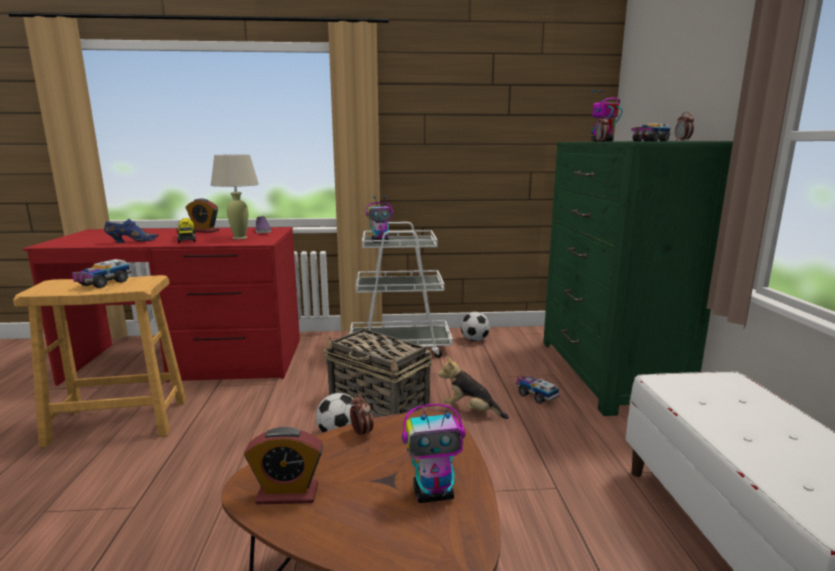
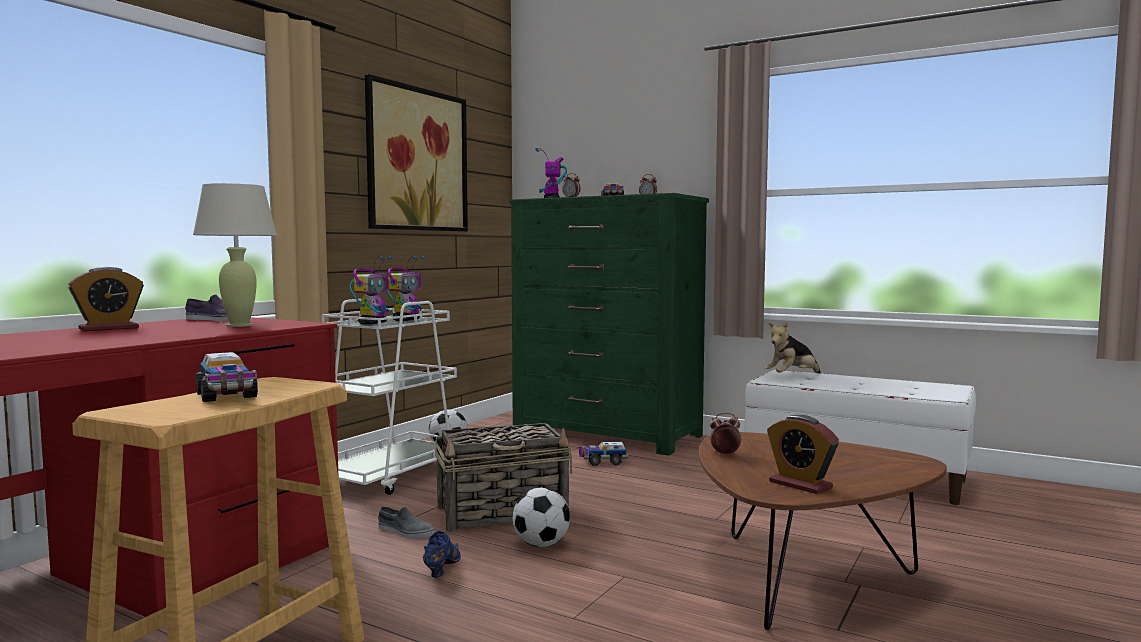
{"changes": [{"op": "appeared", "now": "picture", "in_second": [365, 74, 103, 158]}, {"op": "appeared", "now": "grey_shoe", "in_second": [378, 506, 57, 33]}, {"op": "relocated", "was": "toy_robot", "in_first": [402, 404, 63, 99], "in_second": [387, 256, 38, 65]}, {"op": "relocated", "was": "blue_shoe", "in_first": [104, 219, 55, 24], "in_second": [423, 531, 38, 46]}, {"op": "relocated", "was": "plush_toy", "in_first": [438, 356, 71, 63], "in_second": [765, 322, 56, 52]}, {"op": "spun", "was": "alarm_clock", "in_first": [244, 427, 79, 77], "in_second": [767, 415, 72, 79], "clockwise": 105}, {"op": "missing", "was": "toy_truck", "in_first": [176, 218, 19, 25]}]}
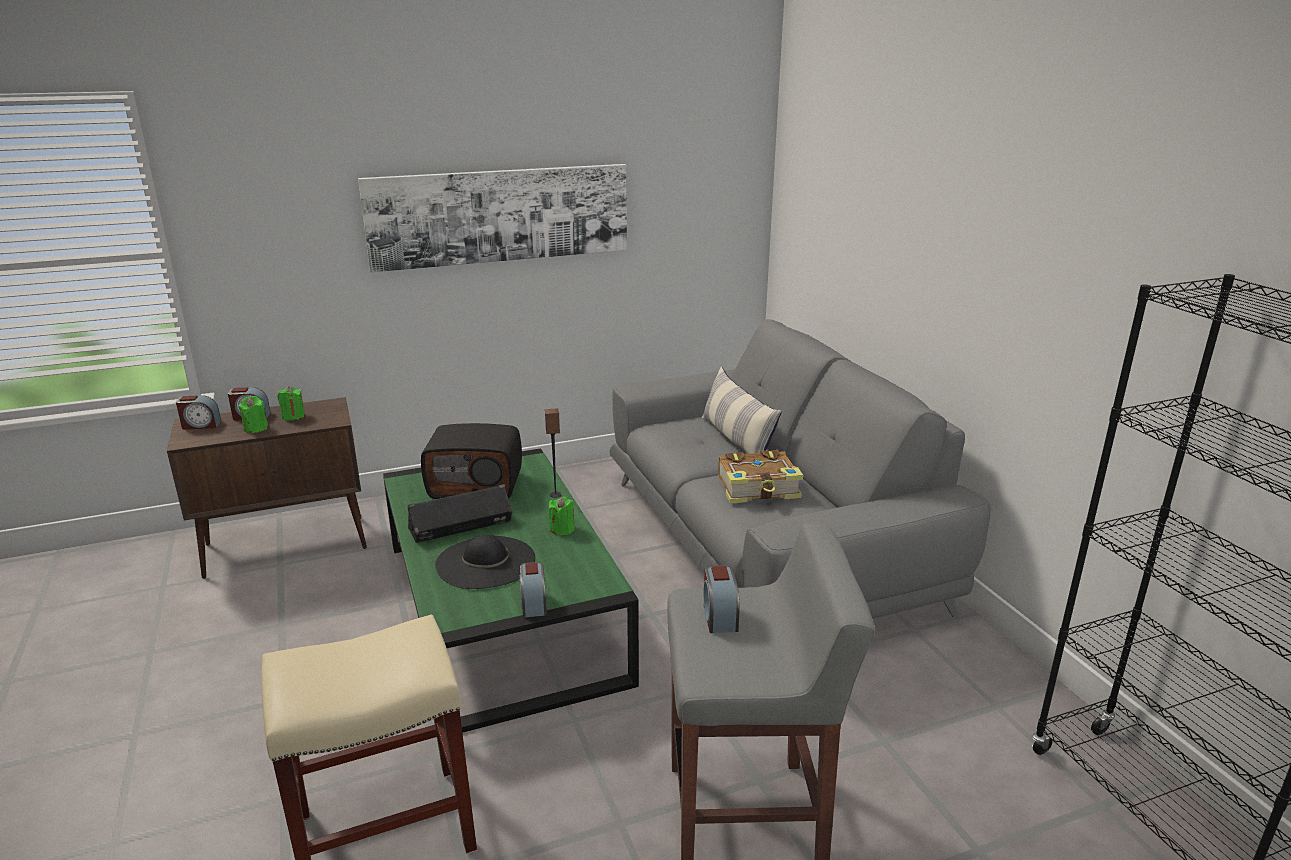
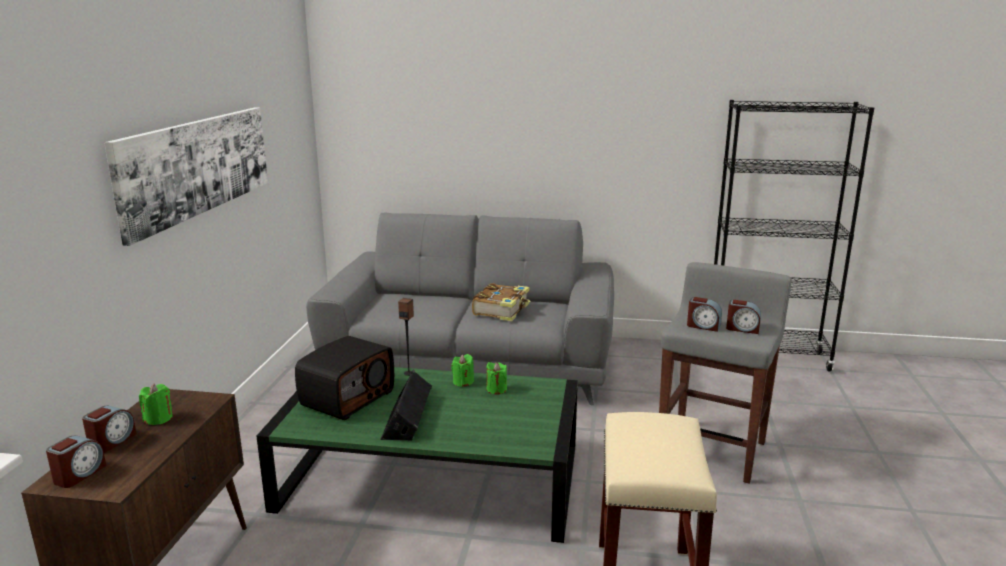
{"changes": [{"op": "relocated", "was": "green_candle", "in_first": [238, 396, 30, 37], "in_second": [486, 362, 21, 32]}, {"op": "relocated", "was": "alarm_clock", "in_first": [520, 562, 27, 56], "in_second": [726, 300, 35, 34]}, {"op": "missing", "was": "black_hat", "in_first": [435, 535, 100, 54]}, {"op": "missing", "was": "pillow", "in_first": [702, 367, 80, 87]}]}
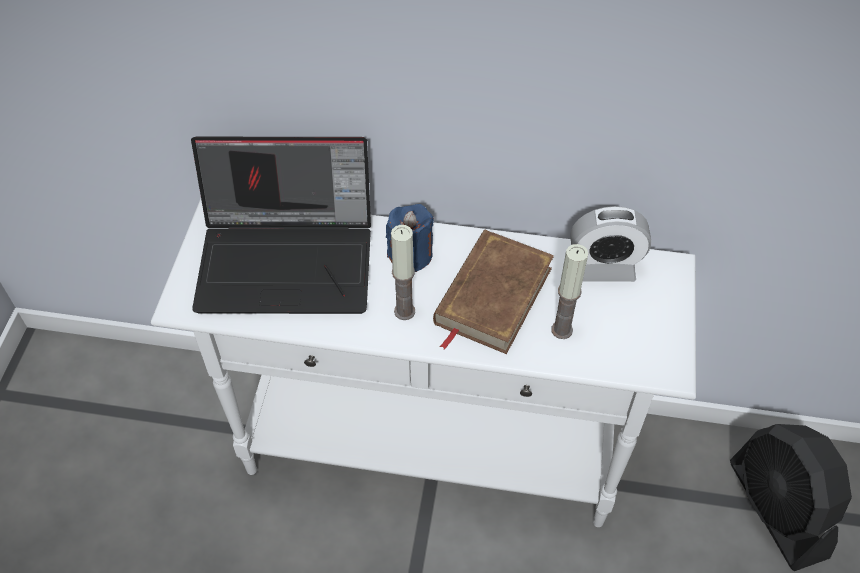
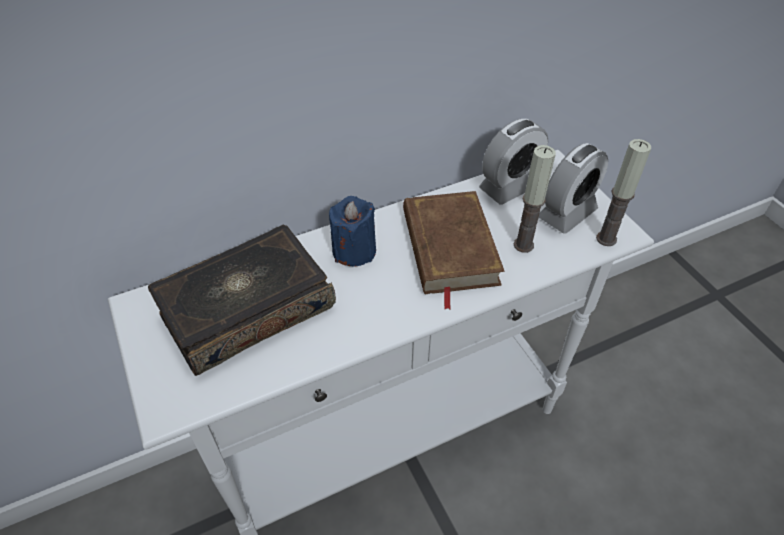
{"changes": [{"op": "exchanged", "was": "laptop", "now": "book", "in_first": [191, 137, 180, 177], "in_second": [148, 225, 188, 151]}, {"op": "appeared", "now": "alarm_clock", "in_second": [539, 143, 69, 91]}, {"op": "relocated", "was": "candle", "in_first": [391, 225, 24, 95], "in_second": [596, 139, 55, 107]}, {"op": "missing", "was": "black_fan", "in_first": [730, 424, 122, 147]}]}
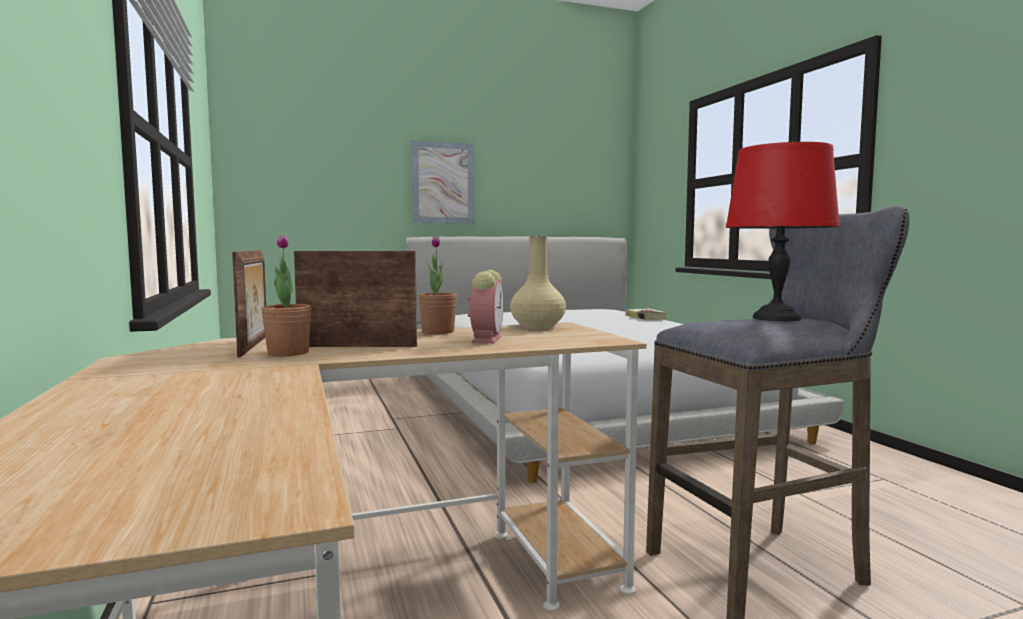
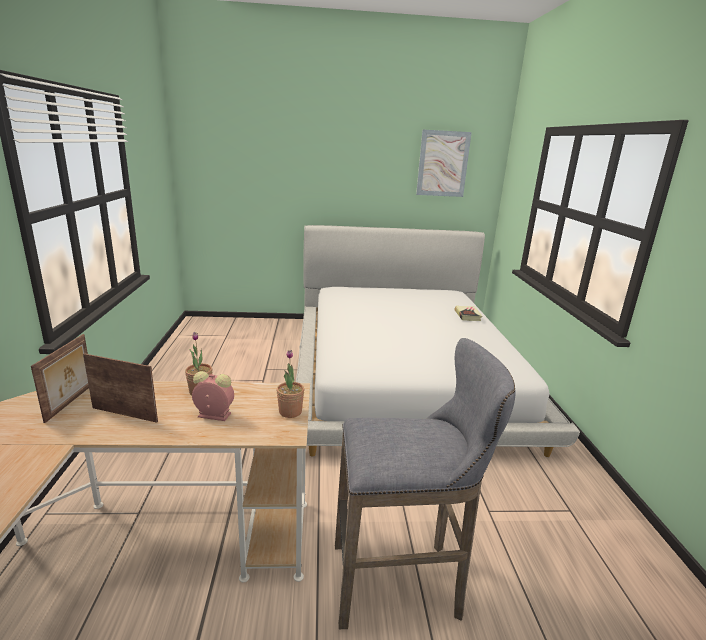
{"changes": [{"op": "spun", "was": "alarm_clock", "in_first": [468, 270, 35, 74], "in_second": [192, 371, 42, 50], "clockwise": -105}, {"op": "relocated", "was": "potted_plant", "in_first": [261, 235, 50, 121], "in_second": [277, 350, 27, 68]}, {"op": "relocated", "was": "picture", "in_first": [411, 141, 63, 83], "in_second": [416, 130, 56, 67]}, {"op": "missing", "was": "beige_vase", "in_first": [510, 236, 56, 93]}, {"op": "missing", "was": "red_table_lamp", "in_first": [726, 142, 114, 179]}]}
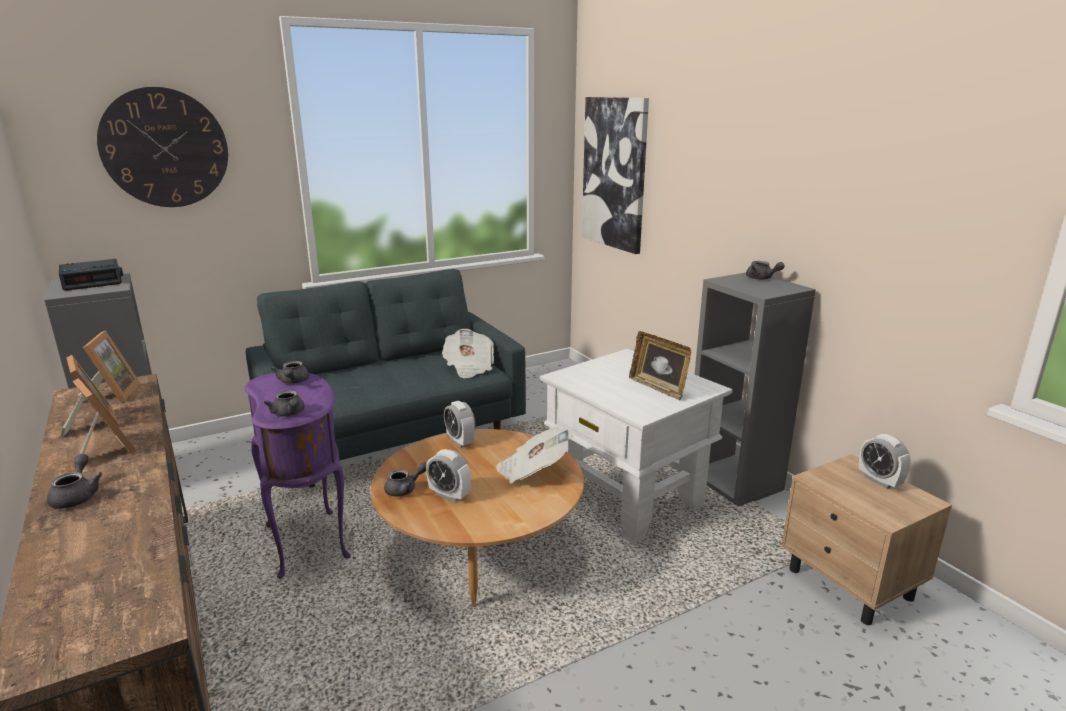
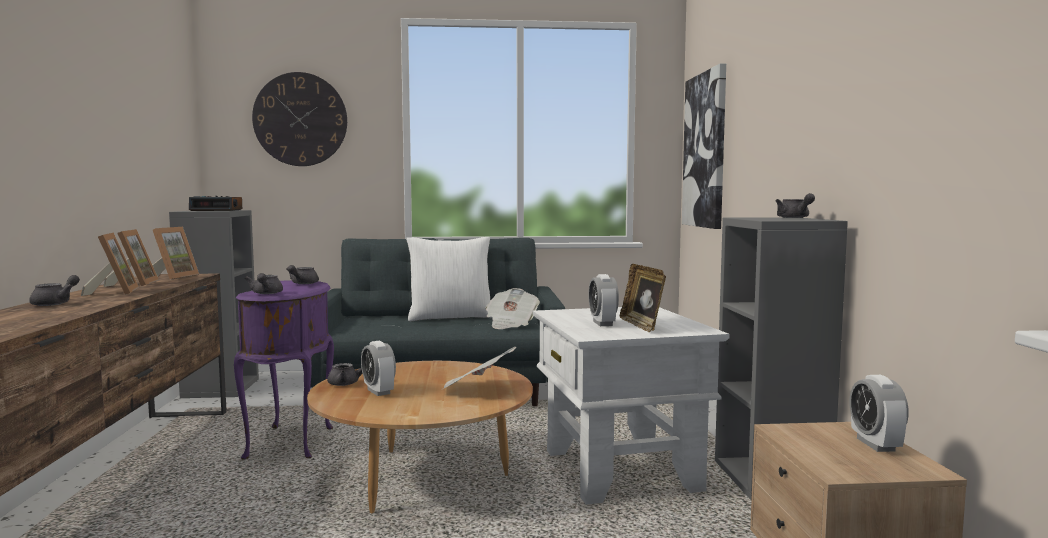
{"changes": [{"op": "appeared", "now": "white_pillow", "in_second": [406, 236, 86, 85]}, {"op": "relocated", "was": "alarm_clock", "in_first": [444, 401, 31, 47], "in_second": [588, 274, 31, 52]}]}
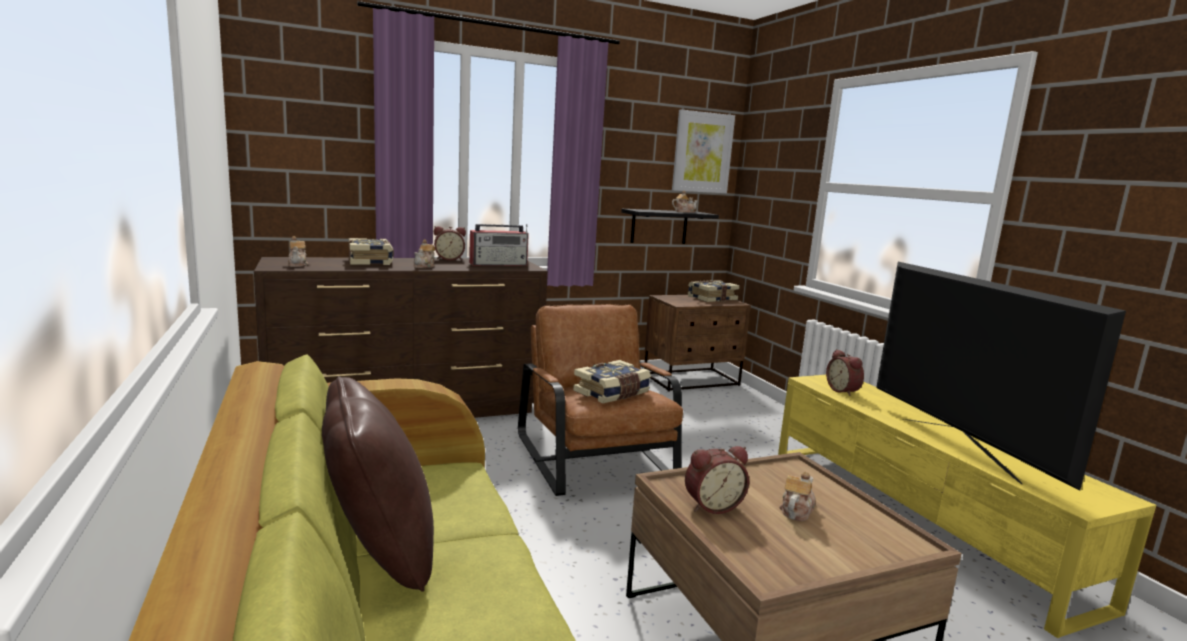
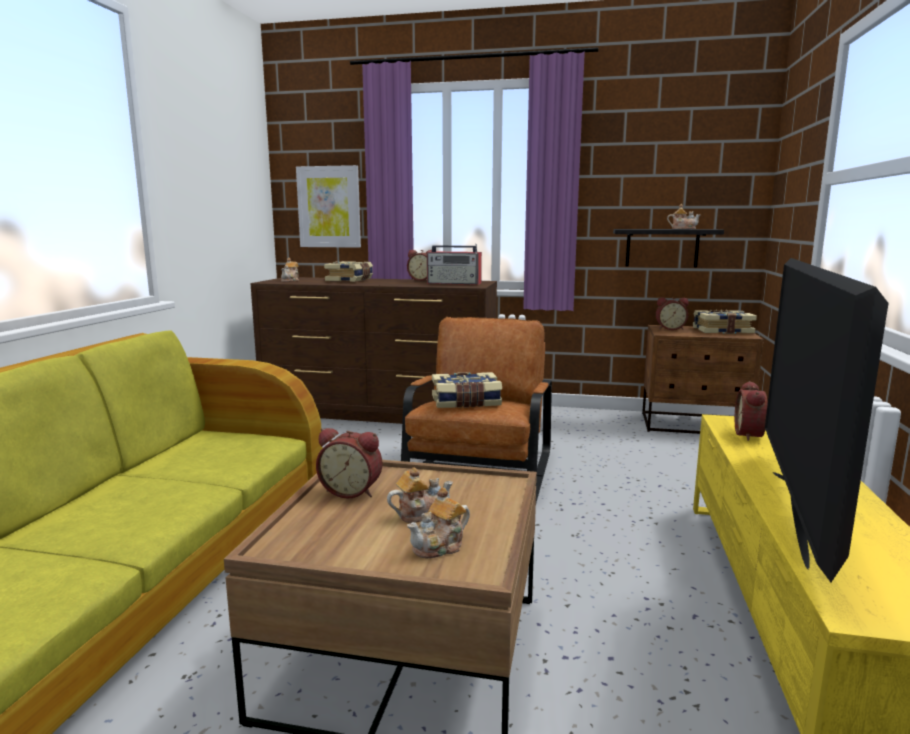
{"changes": [{"op": "relocated", "was": "picture", "in_first": [672, 109, 63, 84], "in_second": [296, 165, 65, 83]}, {"op": "relocated", "was": "teapot", "in_first": [414, 239, 21, 29], "in_second": [407, 487, 63, 71]}, {"op": "appeared", "now": "alarm_clock", "in_second": [656, 297, 33, 33]}, {"op": "missing", "was": "brown_pillow", "in_first": [322, 376, 112, 216]}]}
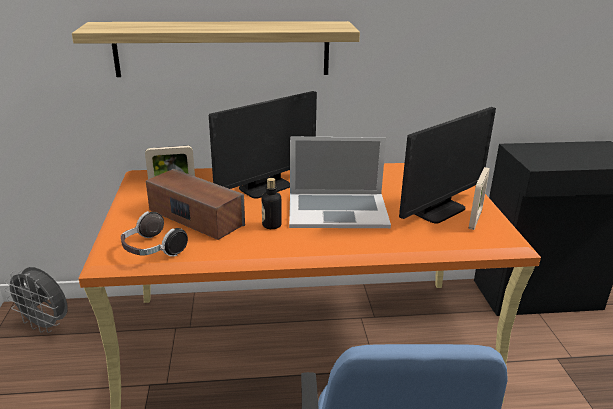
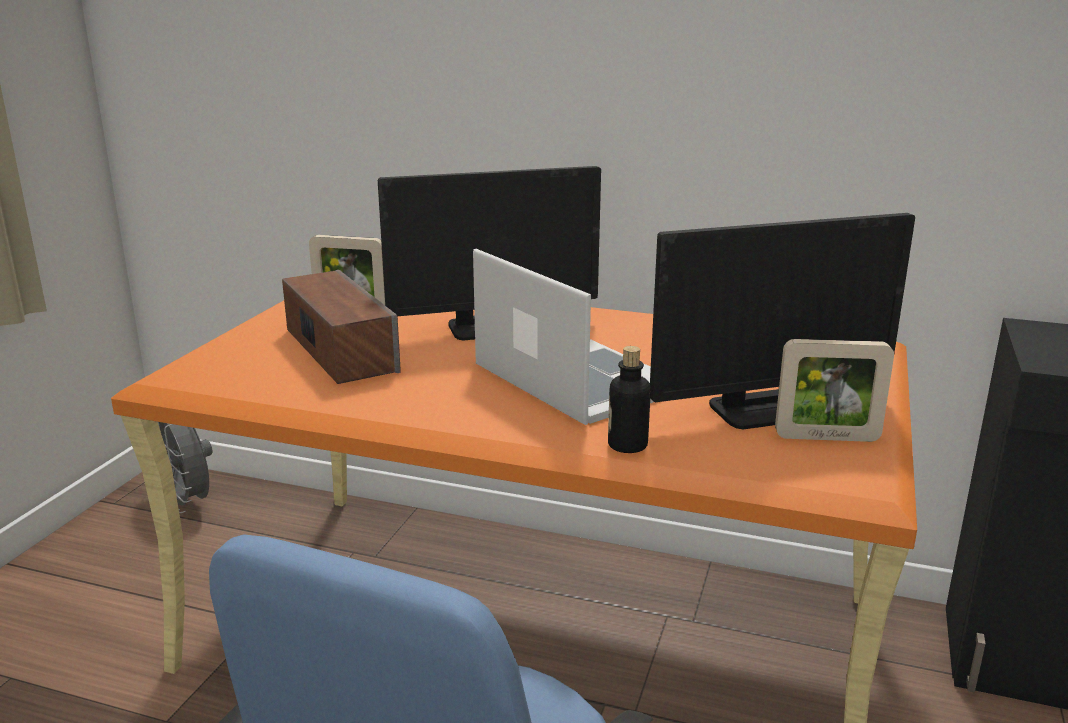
{"changes": [{"op": "spun", "was": "laptop", "in_first": [289, 137, 102, 91], "in_second": [473, 249, 180, 176], "clockwise": -150}, {"op": "relocated", "was": "bottle", "in_first": [262, 178, 20, 51], "in_second": [608, 346, 43, 107]}, {"op": "spun", "was": "picture_frame", "in_first": [469, 167, 21, 63], "in_second": [775, 339, 119, 103], "clockwise": 45}, {"op": "missing", "was": "shelf", "in_first": [72, 21, 288, 56]}, {"op": "missing", "was": "headphones", "in_first": [121, 211, 67, 46]}]}
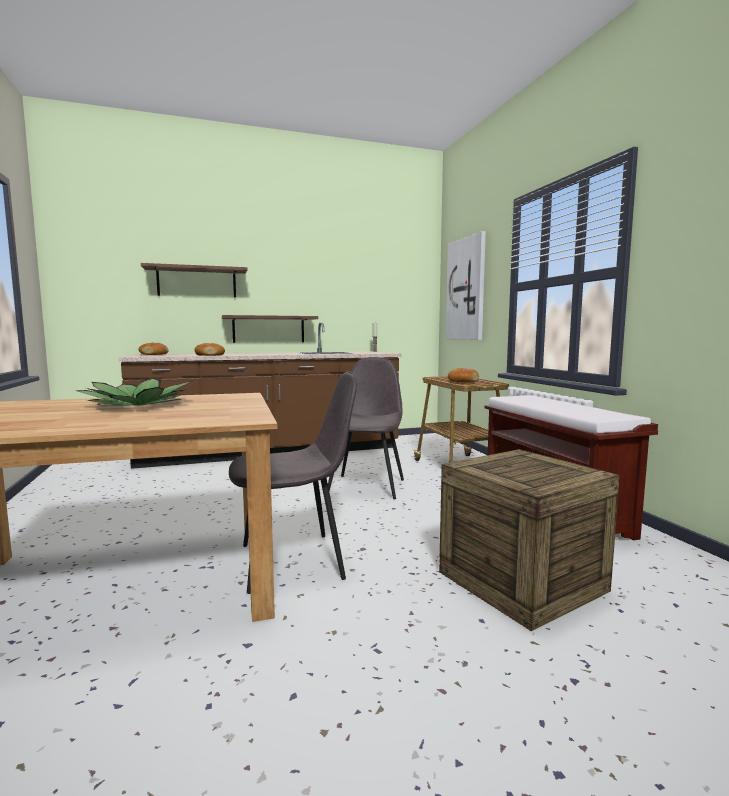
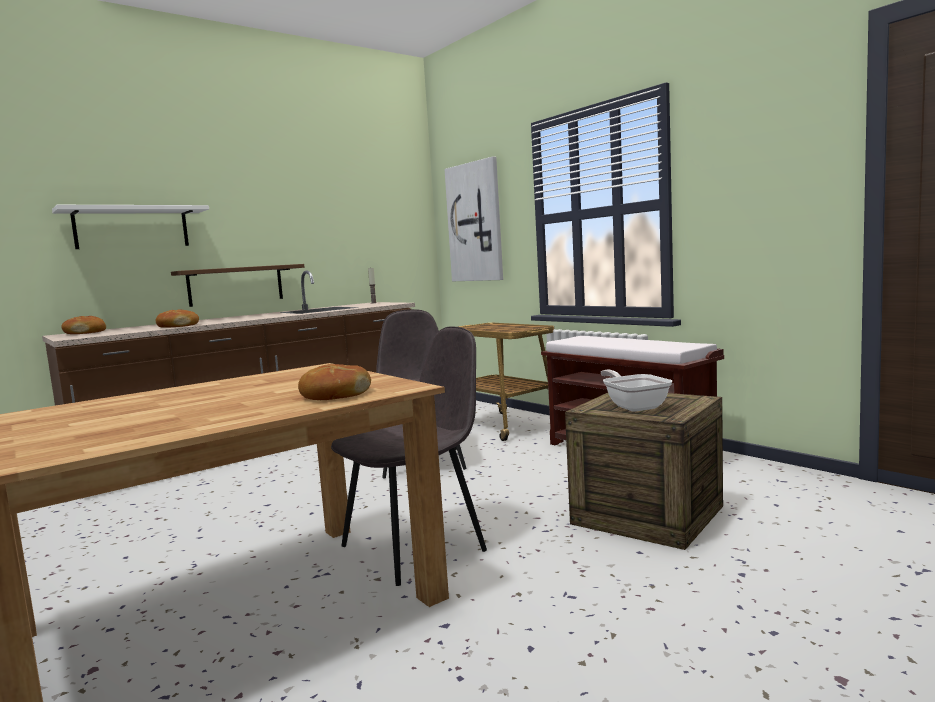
{"changes": [{"op": "colour", "was": "brown_shelf", "now": "white_shelf", "in_first": [141, 263, 107, 35], "in_second": [52, 205, 157, 44]}, {"op": "relocated", "was": "bread", "in_first": [448, 368, 31, 14], "in_second": [298, 364, 73, 36]}, {"op": "appeared", "now": "frying_pan", "in_second": [601, 370, 71, 42]}, {"op": "missing", "was": "potted_plant", "in_first": [76, 378, 116, 28]}]}
